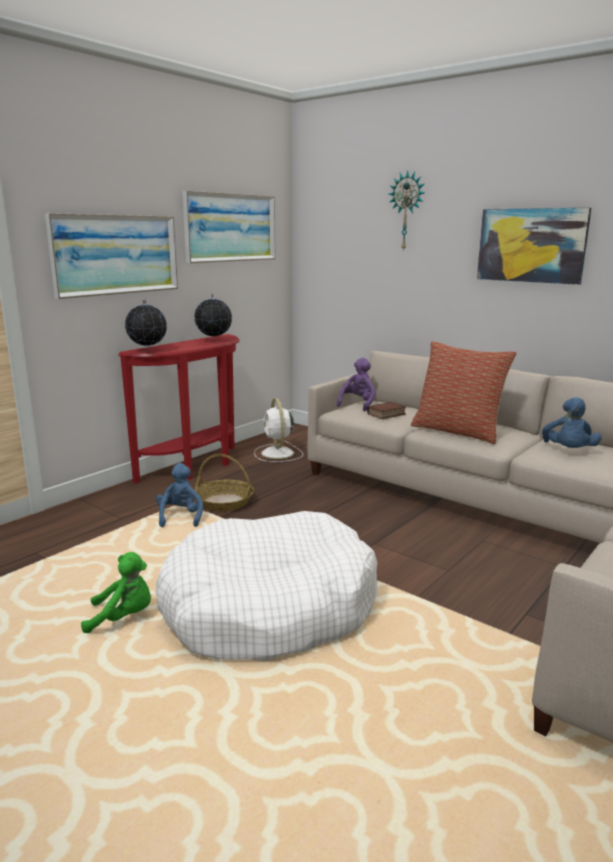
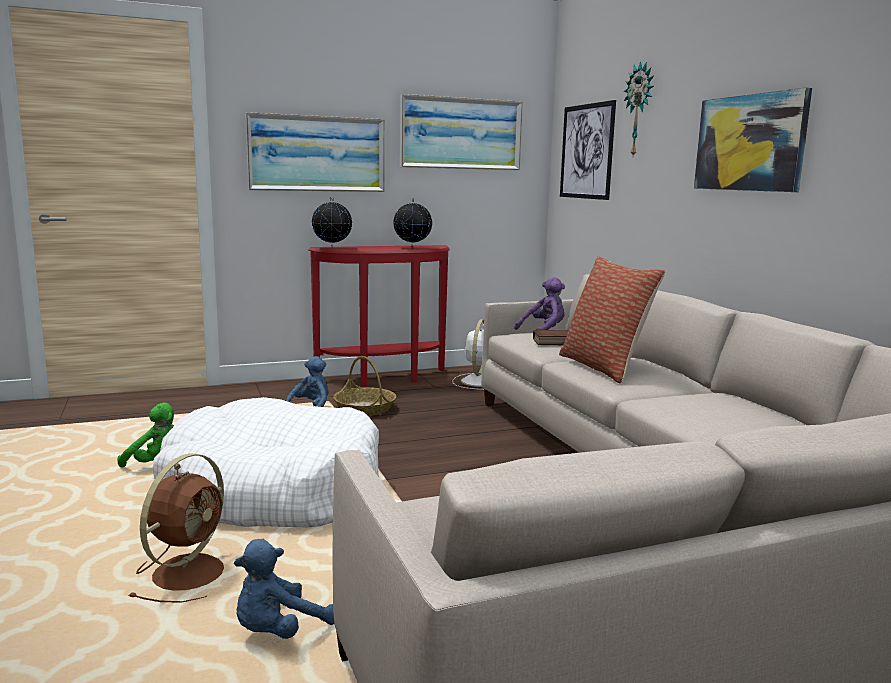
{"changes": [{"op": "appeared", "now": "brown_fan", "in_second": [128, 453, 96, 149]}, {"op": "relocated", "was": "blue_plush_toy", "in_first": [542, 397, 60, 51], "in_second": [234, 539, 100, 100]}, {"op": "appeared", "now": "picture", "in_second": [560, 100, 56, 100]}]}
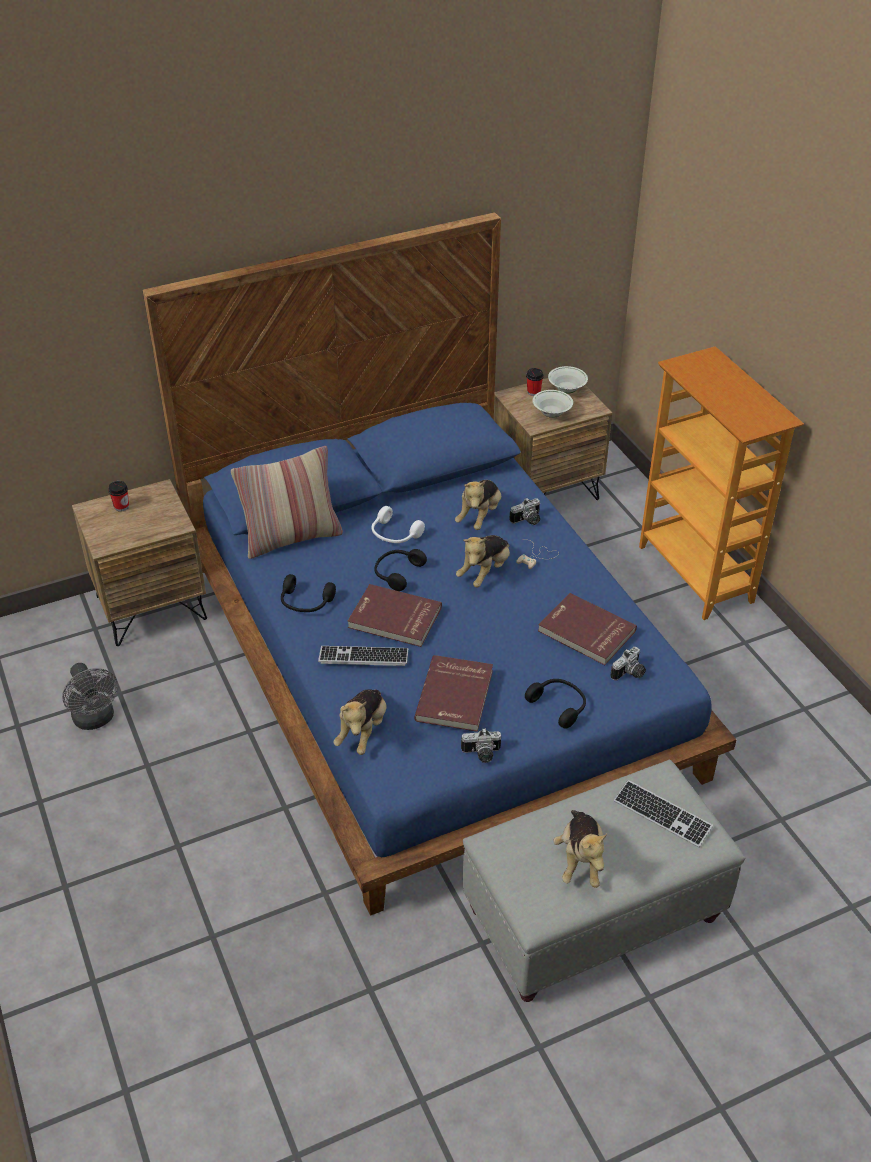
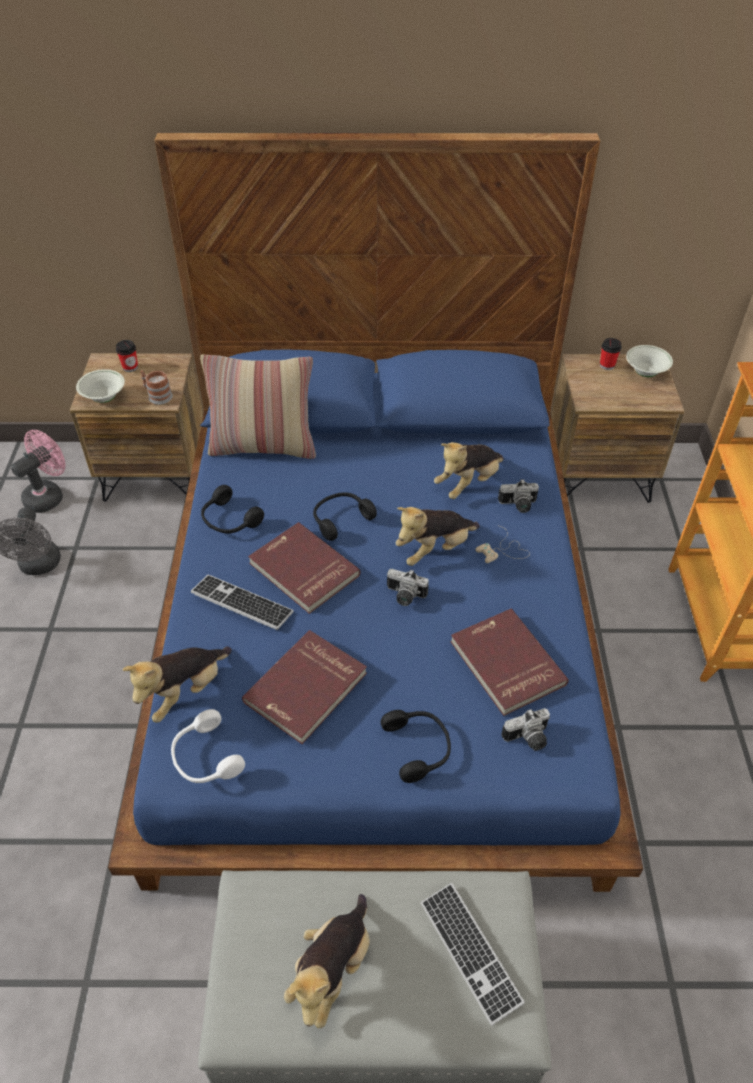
{"changes": [{"op": "appeared", "now": "pink_fan", "in_second": [11, 430, 54, 83]}, {"op": "relocated", "was": "white_bowl", "in_first": [532, 390, 41, 28], "in_second": [76, 369, 49, 34]}, {"op": "appeared", "now": "mug", "in_second": [140, 370, 33, 35]}, {"op": "relocated", "was": "white_headphones", "in_first": [372, 506, 53, 37], "in_second": [171, 709, 74, 74]}, {"op": "relocated", "was": "photo_camera", "in_first": [461, 728, 40, 35], "in_second": [387, 569, 42, 37]}]}
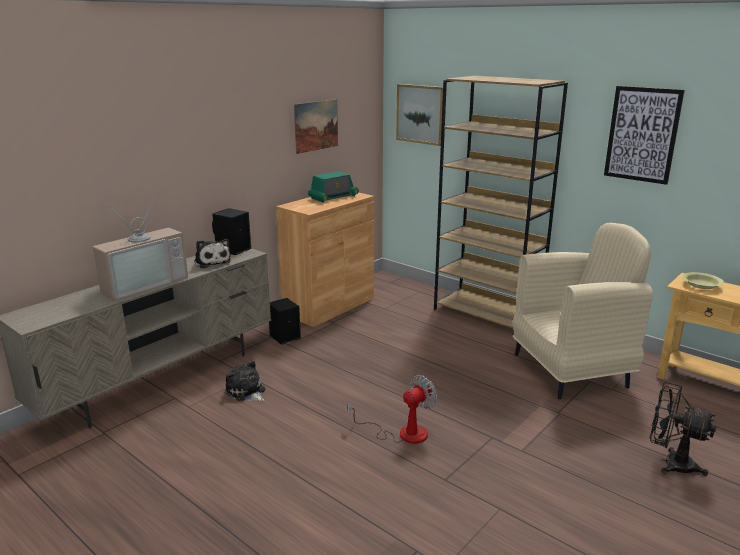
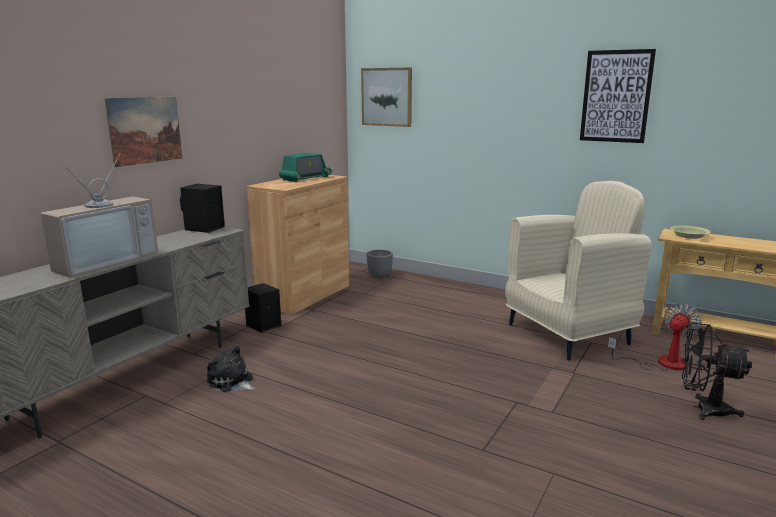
{"changes": [{"op": "relocated", "was": "picture", "in_first": [294, 99, 44, 55], "in_second": [104, 97, 78, 70]}, {"op": "appeared", "now": "grey_planter", "in_second": [367, 249, 26, 29]}, {"op": "relocated", "was": "fan", "in_first": [347, 375, 90, 69], "in_second": [608, 304, 94, 67]}, {"op": "missing", "was": "plush_toy", "in_first": [194, 239, 37, 29]}, {"op": "missing", "was": "brown_bookcase", "in_first": [434, 76, 134, 252]}]}
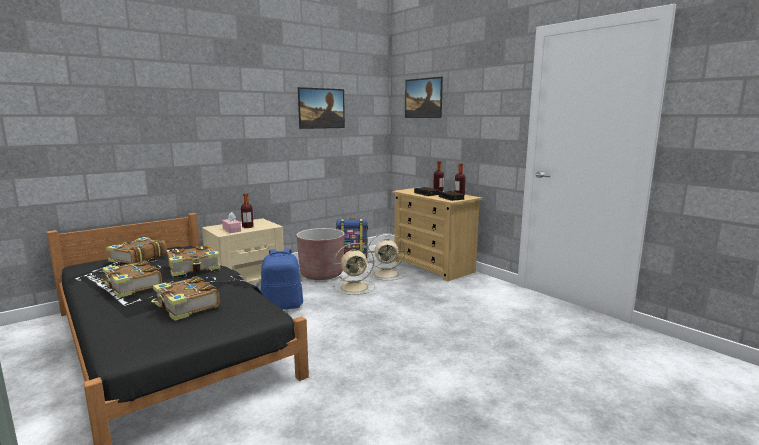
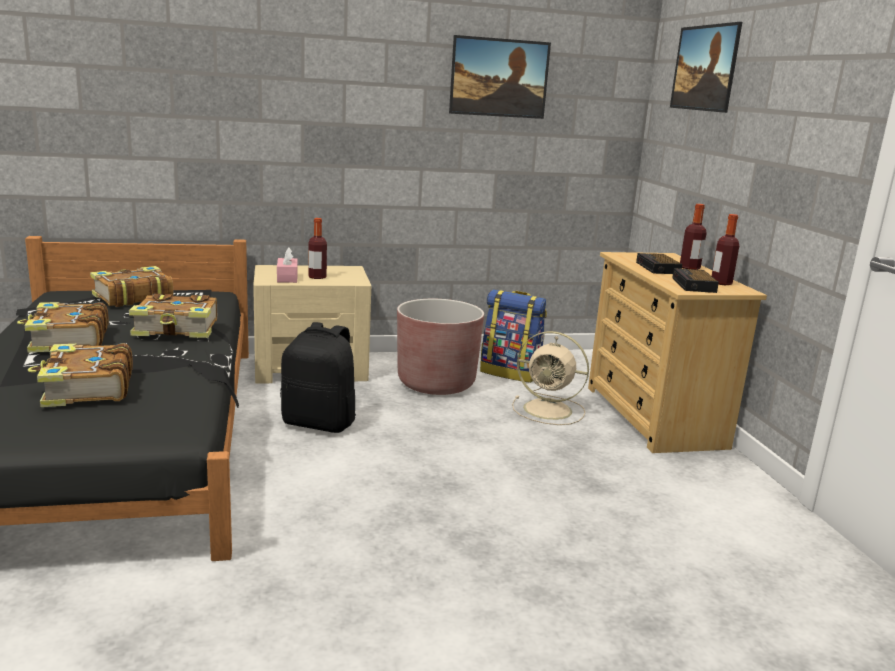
{"changes": [{"op": "colour", "was": "blue_backpack", "now": "black_backpack", "in_first": [261, 249, 42, 60], "in_second": [280, 322, 76, 111]}, {"op": "missing", "was": "beige_fan", "in_first": [333, 243, 42, 52]}]}
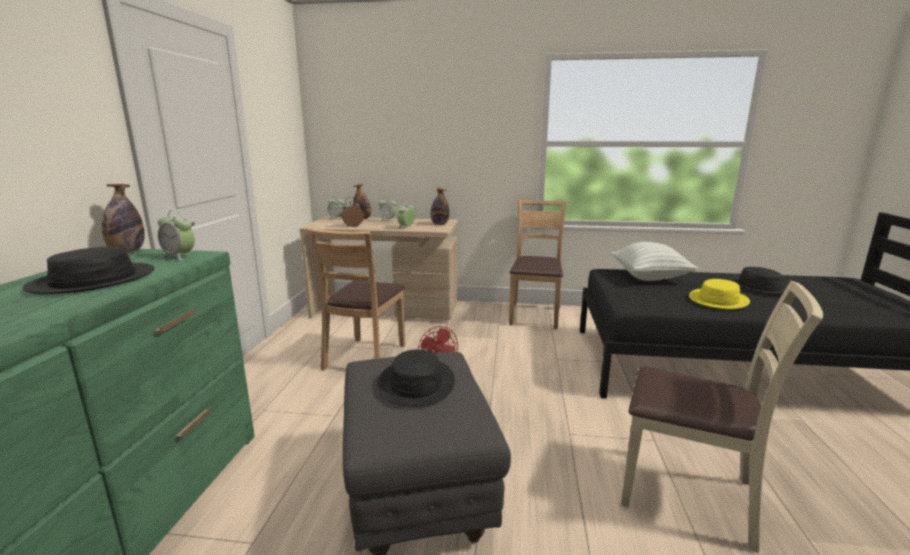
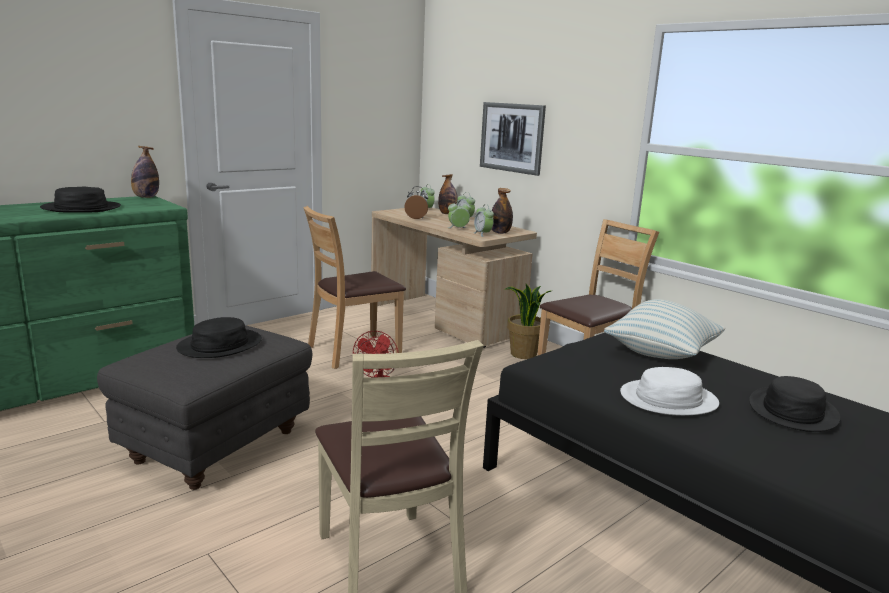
{"changes": [{"op": "relocated", "was": "alarm_clock", "in_first": [158, 210, 37, 51], "in_second": [474, 204, 20, 33]}, {"op": "appeared", "now": "picture", "in_second": [480, 102, 66, 74]}, {"op": "appeared", "now": "potted_plant", "in_second": [505, 284, 46, 75]}, {"op": "colour", "was": "yellow_hat", "now": "white_hat", "in_first": [689, 279, 61, 30], "in_second": [620, 367, 99, 48]}]}
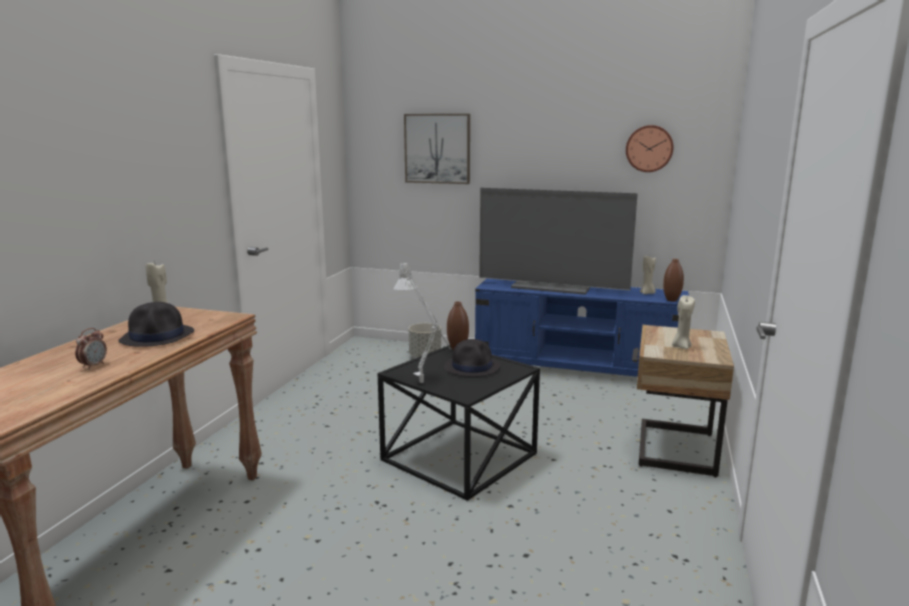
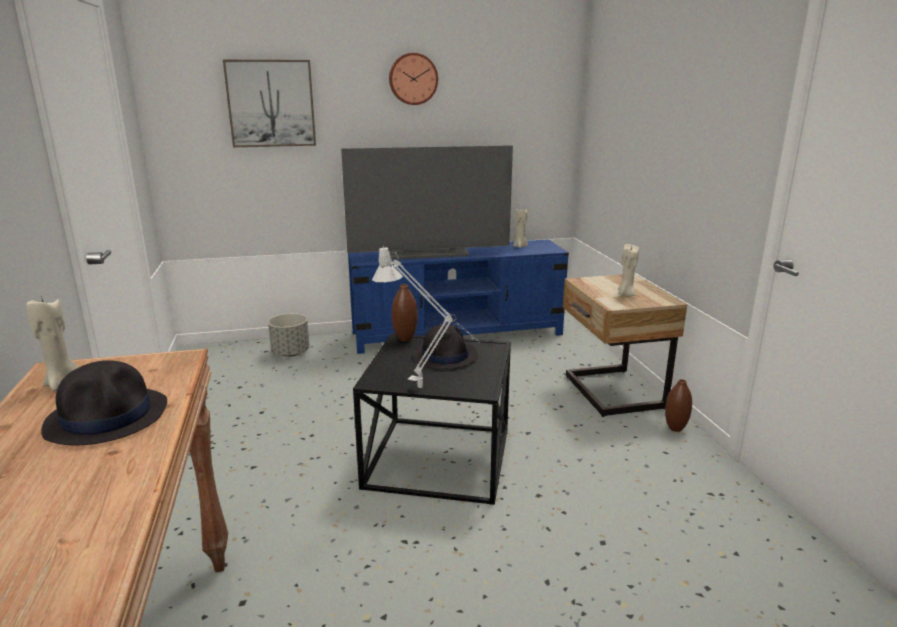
{"changes": [{"op": "relocated", "was": "wall_clock", "in_first": [626, 125, 48, 47], "in_second": [389, 53, 49, 52]}, {"op": "relocated", "was": "brown_vase", "in_first": [663, 259, 21, 42], "in_second": [665, 379, 27, 53]}, {"op": "missing", "was": "alarm_clock", "in_first": [75, 328, 32, 41]}]}
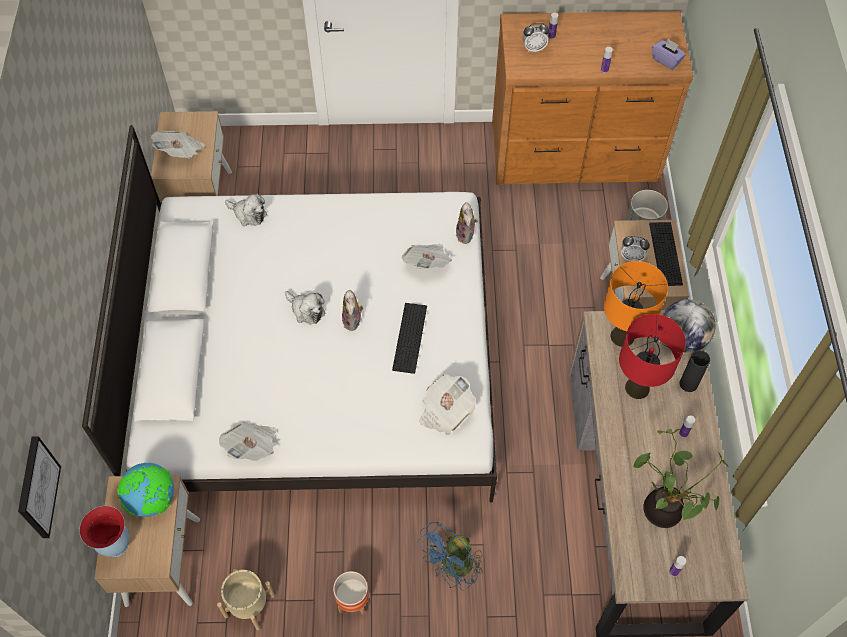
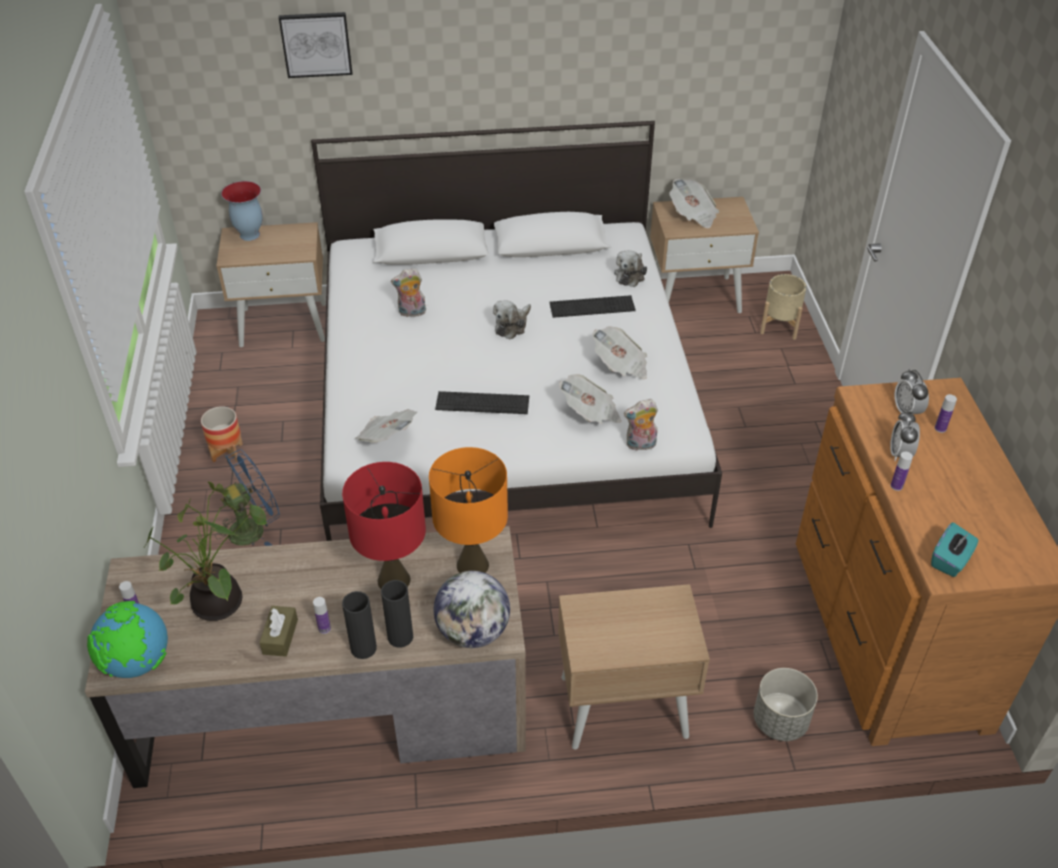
{"changes": [{"op": "relocated", "was": "globe", "in_first": [118, 463, 56, 54], "in_second": [87, 601, 81, 77]}, {"op": "spun", "was": "blue_fan", "in_first": [417, 522, 66, 69], "in_second": [215, 449, 65, 97], "clockwise": 105}, {"op": "appeared", "now": "brown_tissue_box", "in_second": [259, 606, 39, 51]}, {"op": "relocated", "was": "picture", "in_first": [18, 436, 43, 102], "in_second": [279, 12, 73, 66]}, {"op": "appeared", "now": "black_vase", "in_second": [342, 591, 35, 68]}, {"op": "relocated", "was": "plush_toy", "in_first": [342, 290, 22, 41], "in_second": [391, 268, 35, 49]}, {"op": "relocated", "was": "keyboard", "in_first": [649, 222, 34, 64], "in_second": [549, 295, 87, 23]}, {"op": "relocated", "was": "newspaper", "in_first": [219, 422, 57, 39], "in_second": [593, 326, 54, 53]}, {"op": "relocated", "was": "beige_planter", "in_first": [217, 569, 58, 61], "in_second": [760, 274, 46, 66]}, {"op": "relocated", "was": "alarm_clock", "in_first": [621, 236, 29, 25], "in_second": [890, 410, 30, 51]}, {"op": "colour", "was": "purple_tissue_box", "now": "turquoise_tissue_box", "in_first": [652, 39, 34, 31], "in_second": [931, 522, 47, 55]}]}
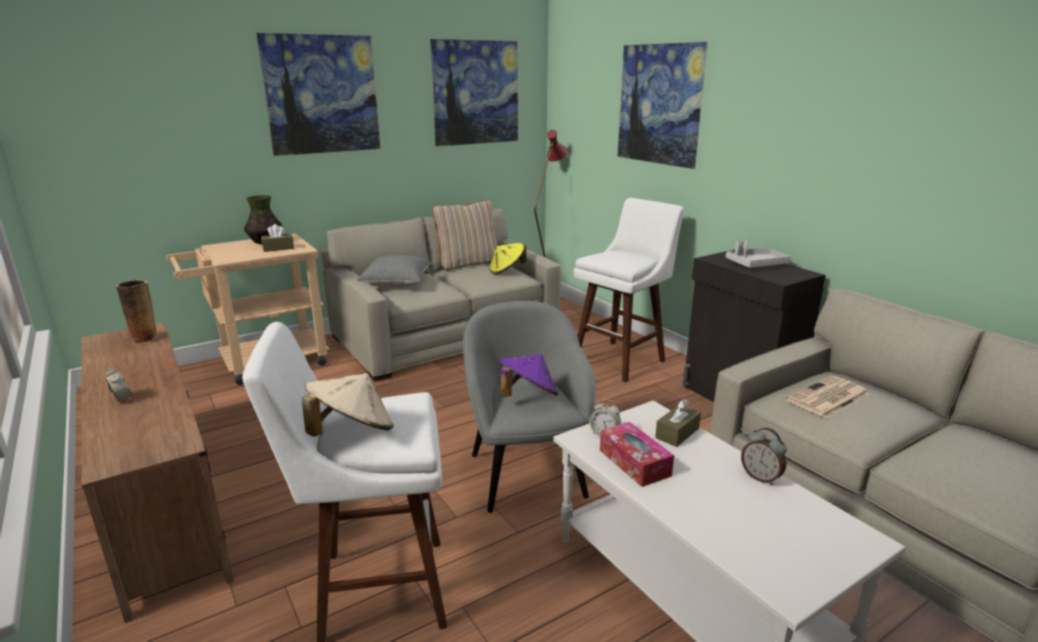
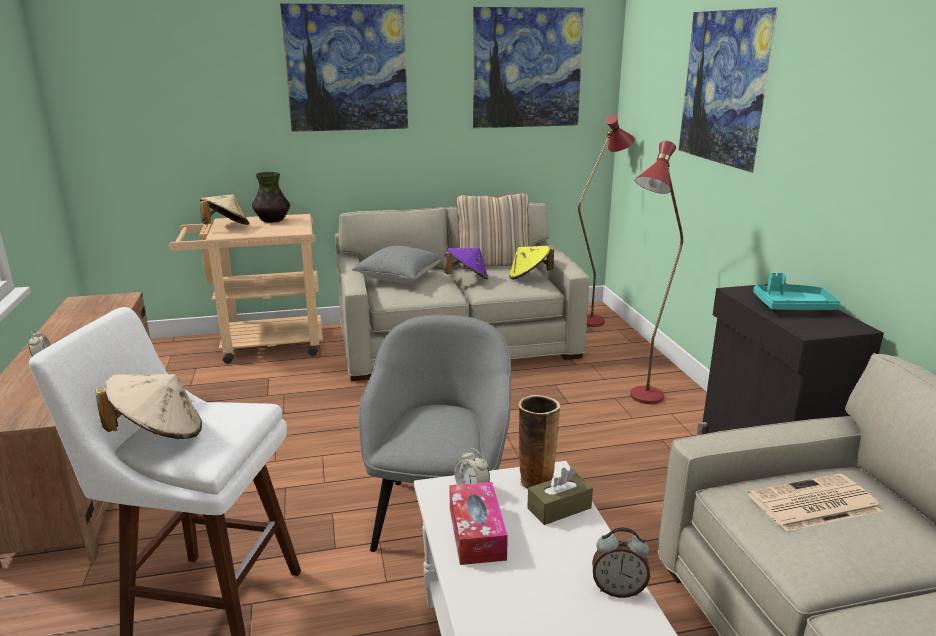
{"changes": [{"op": "appeared", "now": "beige_hat", "in_second": [200, 194, 49, 31]}, {"op": "relocated", "was": "purple_hat", "in_first": [498, 354, 60, 43], "in_second": [444, 248, 44, 31]}, {"op": "relocated", "was": "vase", "in_first": [116, 280, 42, 64], "in_second": [518, 395, 42, 95]}, {"op": "spun", "was": "alarm_clock", "in_first": [741, 428, 46, 57], "in_second": [592, 527, 58, 71], "clockwise": -60}, {"op": "exchanged", "was": "white_stool", "now": "red_floor_lamp", "in_first": [574, 198, 110, 185], "in_second": [630, 141, 53, 263]}, {"op": "colour", "was": "grey_tray", "now": "turquoise_tray", "in_first": [726, 241, 65, 27], "in_second": [753, 273, 88, 37]}, {"op": "missing", "was": "brown_tissue_box", "in_first": [261, 224, 33, 28]}]}
